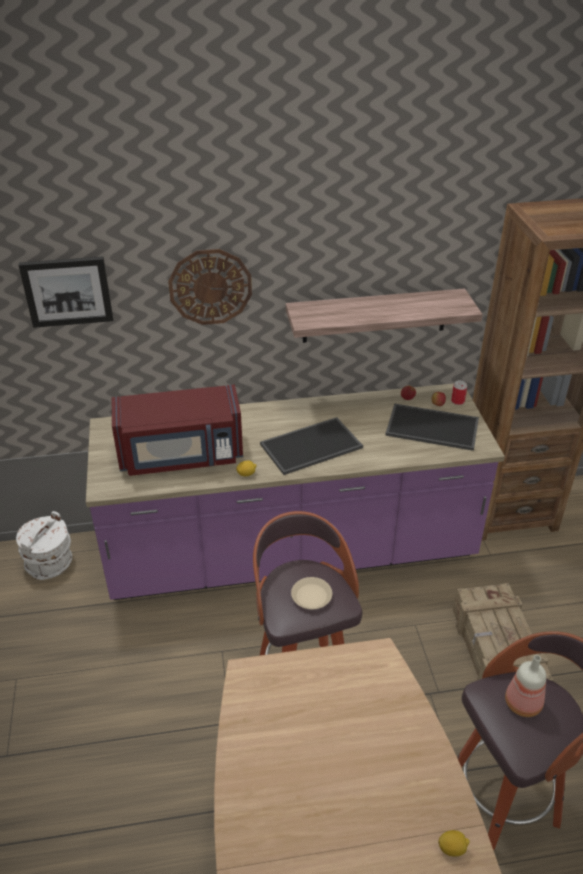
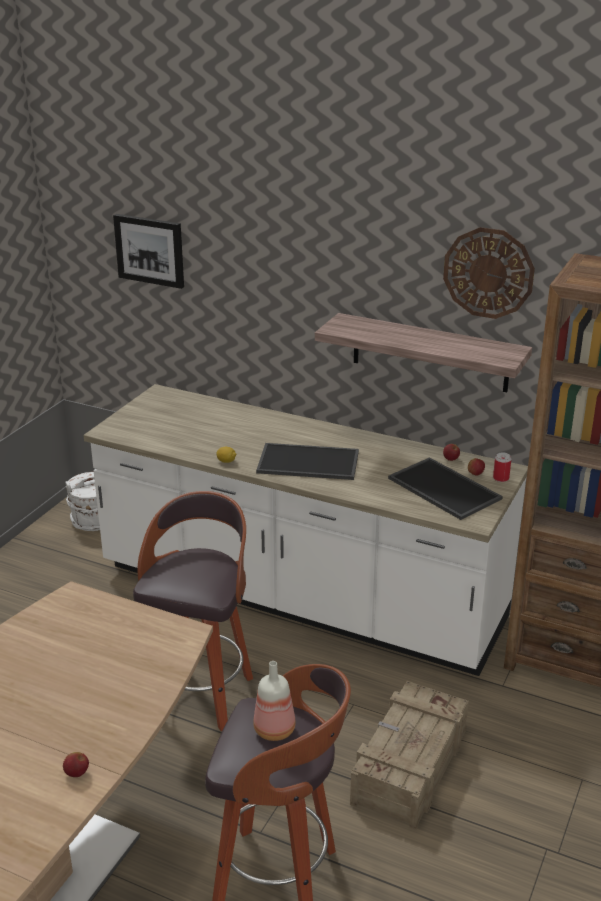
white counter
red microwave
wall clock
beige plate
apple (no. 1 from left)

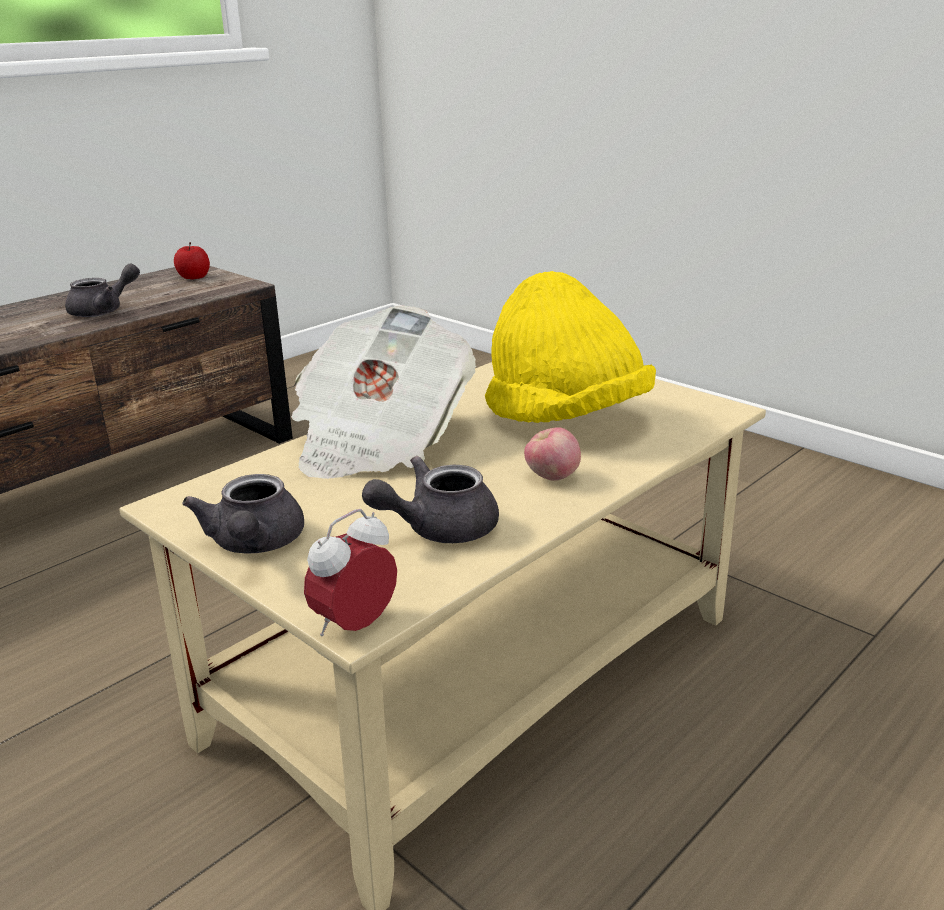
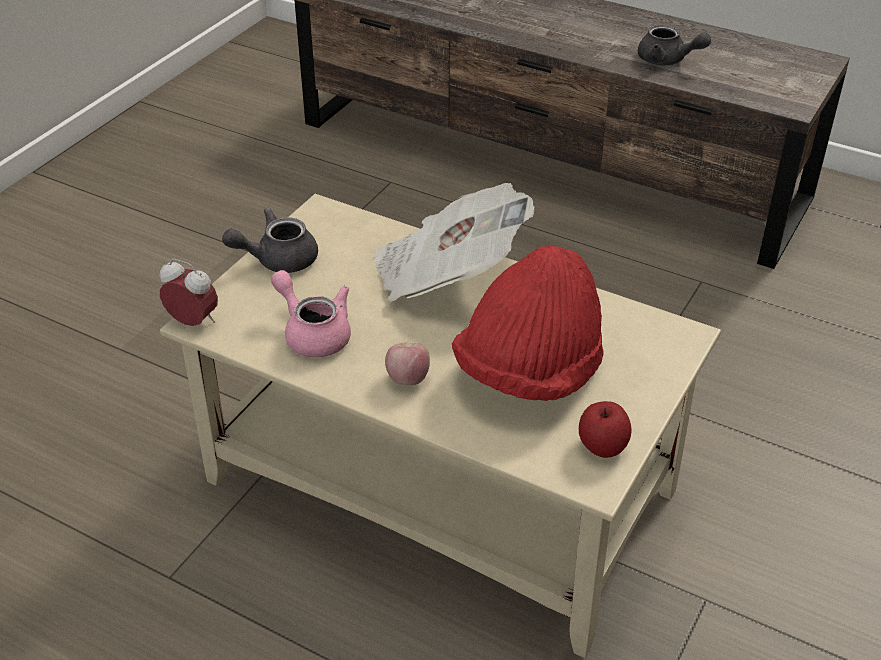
apple (no. 2 from left)
pink teapot
red hat

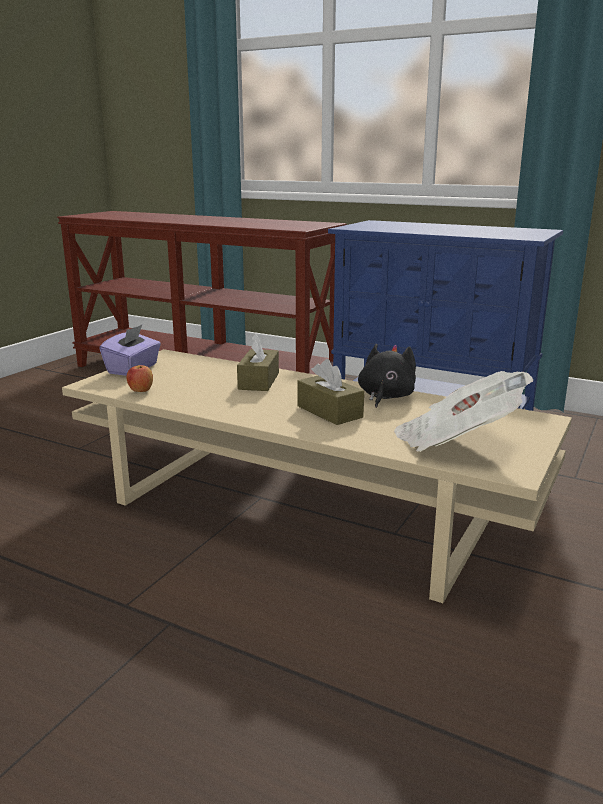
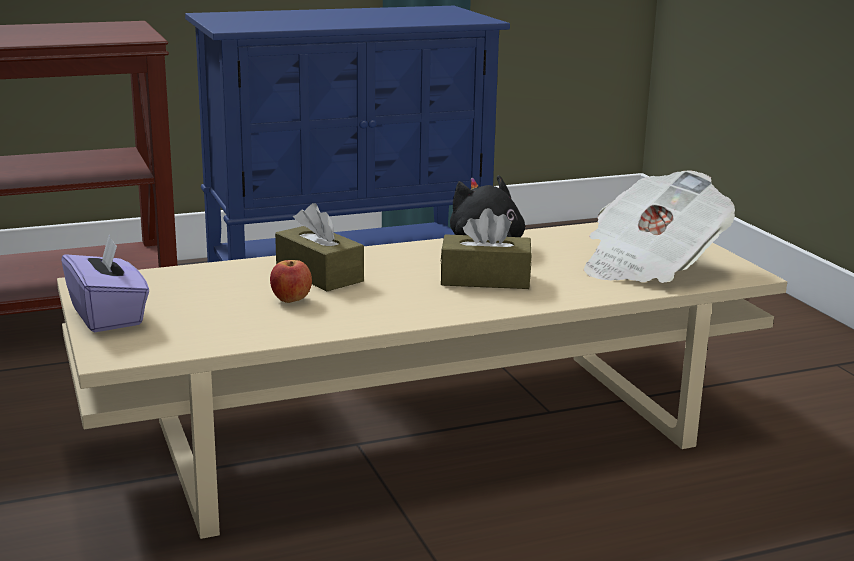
apple

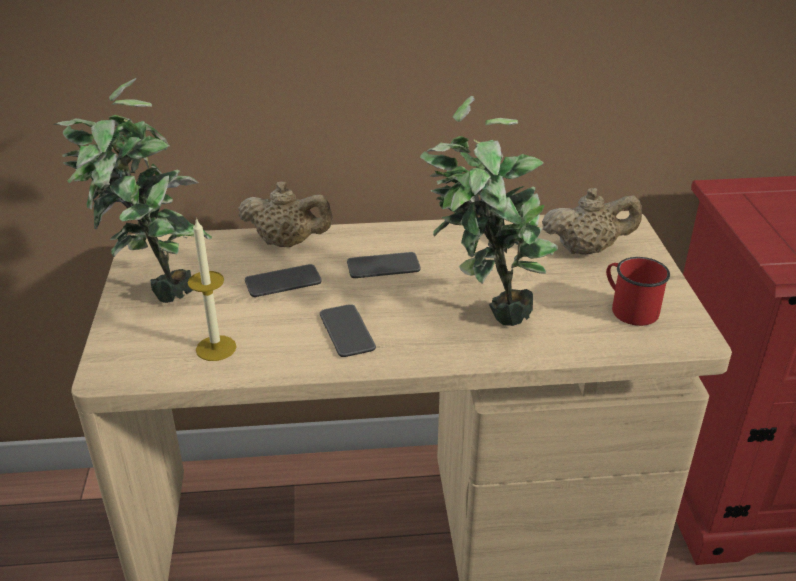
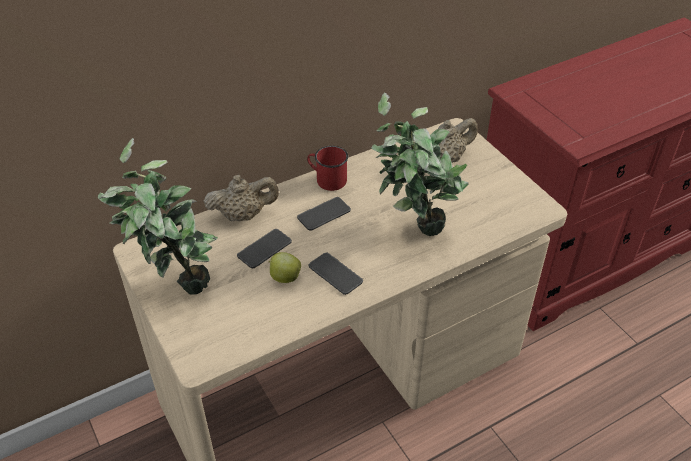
candle
red mug
apple

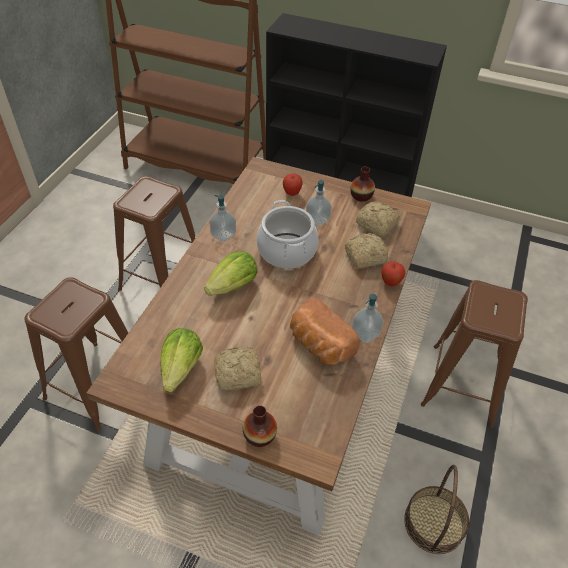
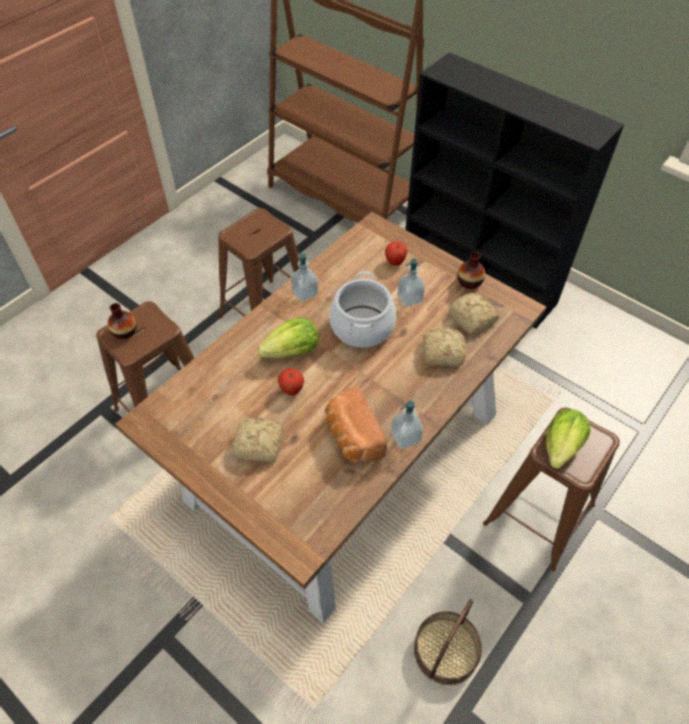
lettuce (no. 2 from left)
vase (no. 1 from left)
apple (no. 1 from left)

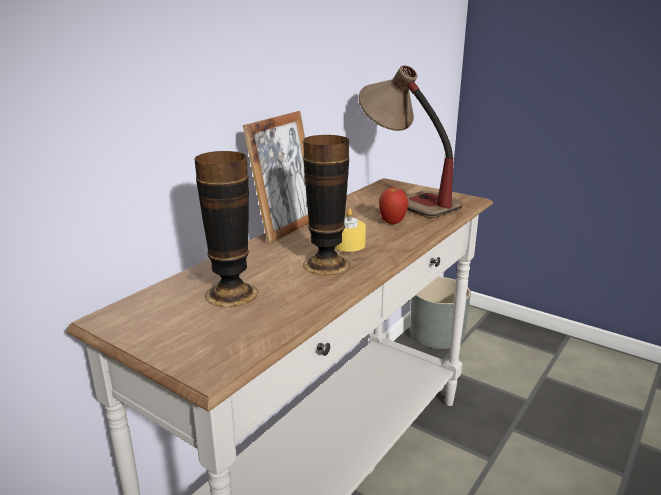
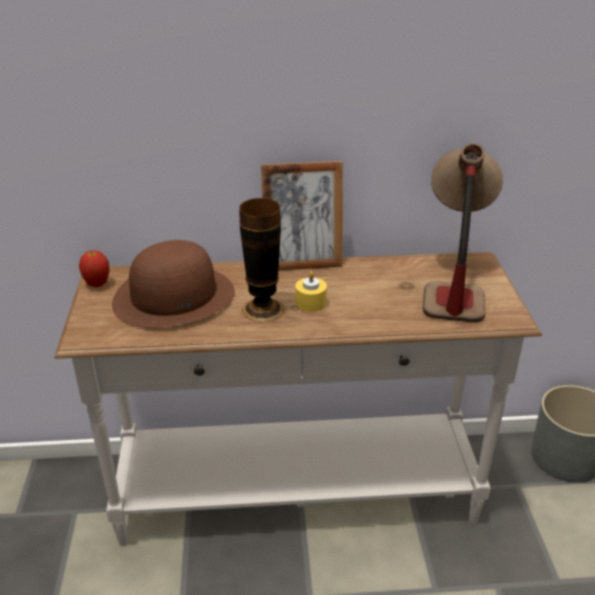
brown hat
apple

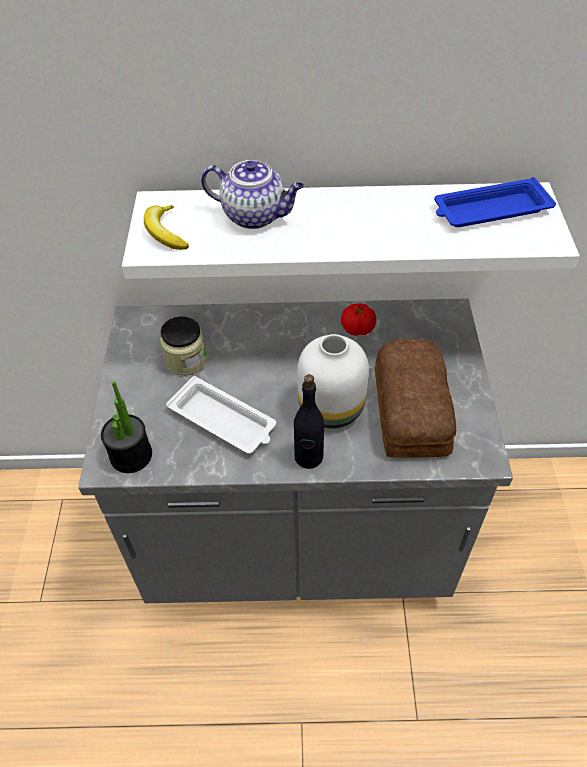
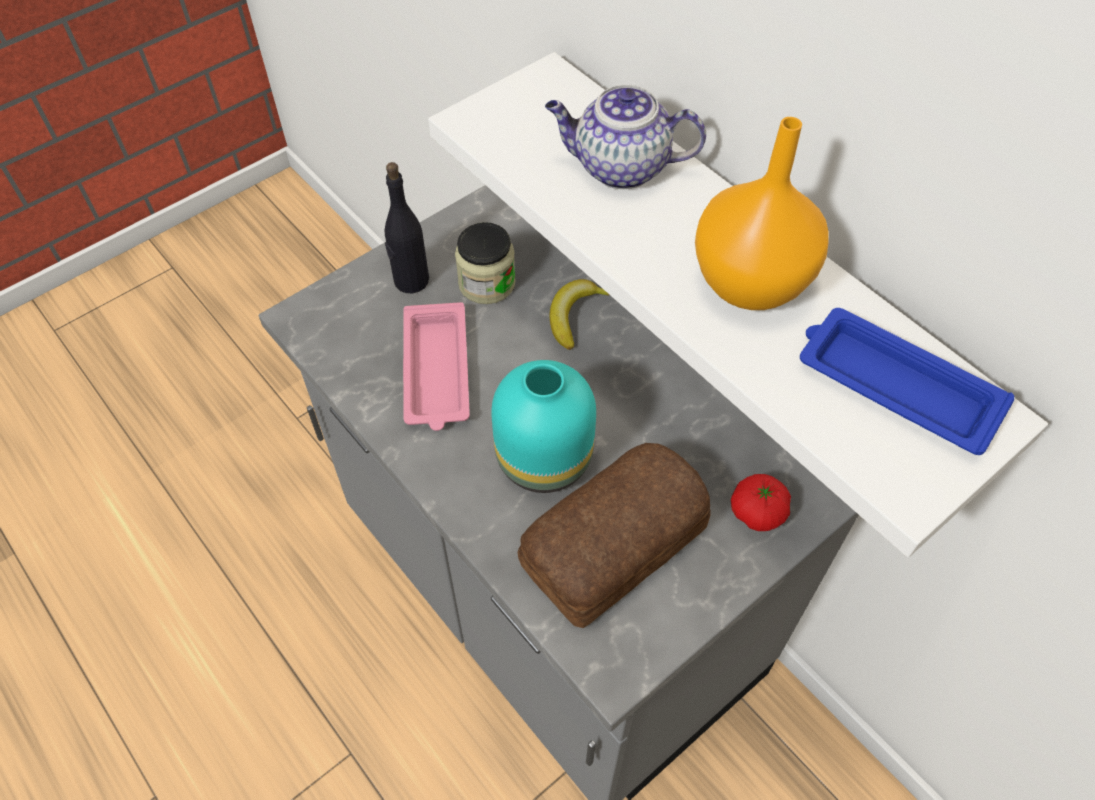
potted plant
banana
pink tray
teapot
black bottle
turquoise vase
tomato
orange vase

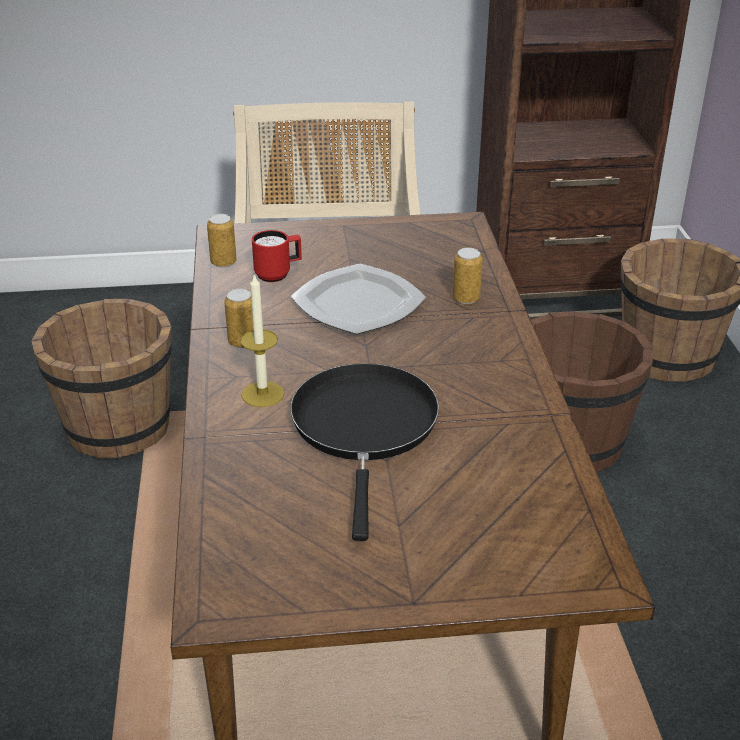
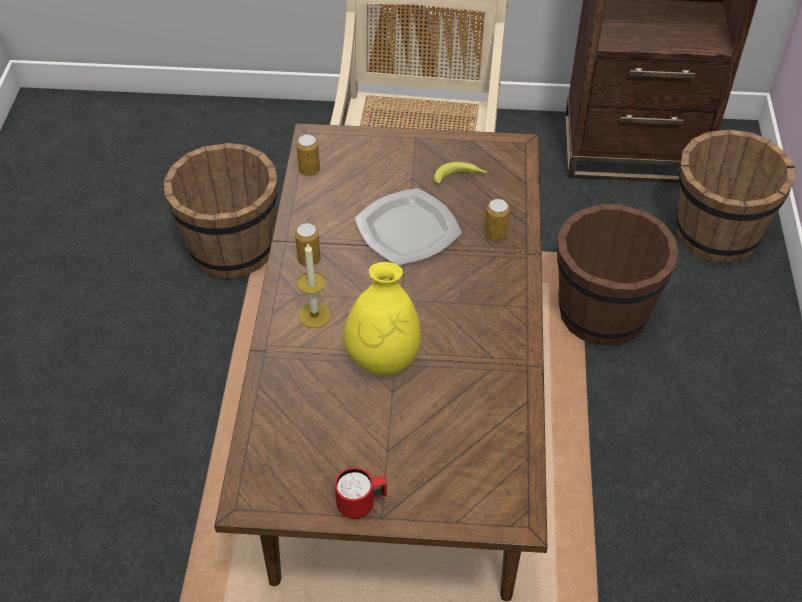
red mug
yellow vase
banana

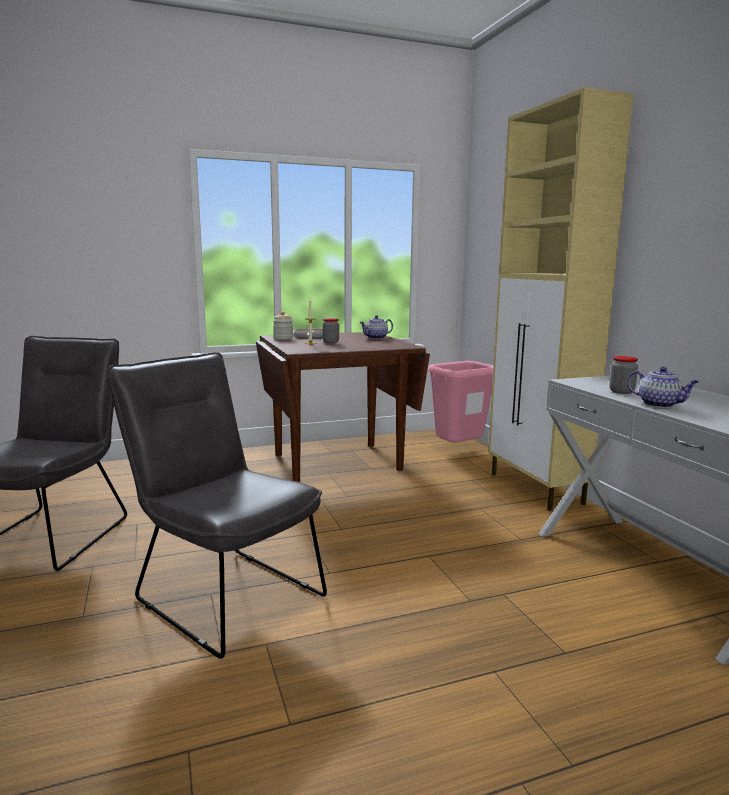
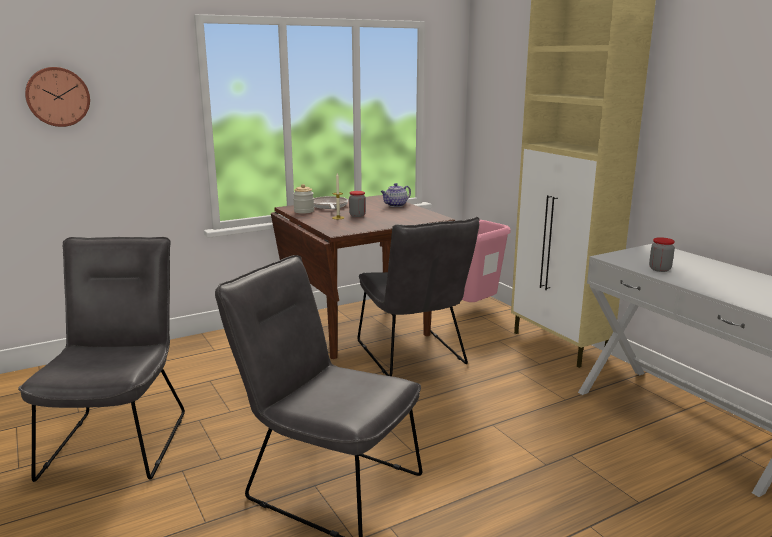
teapot (no. 2 from left in the first image)
wall clock
grey chair (no. 3 from left)

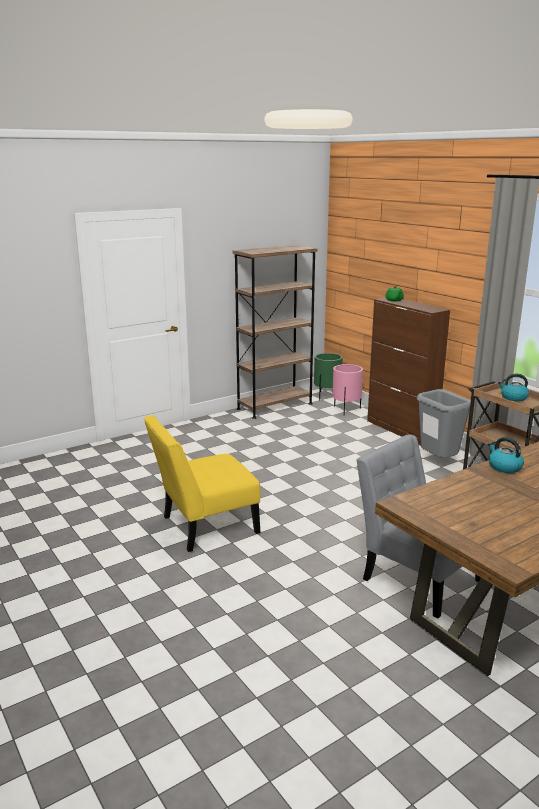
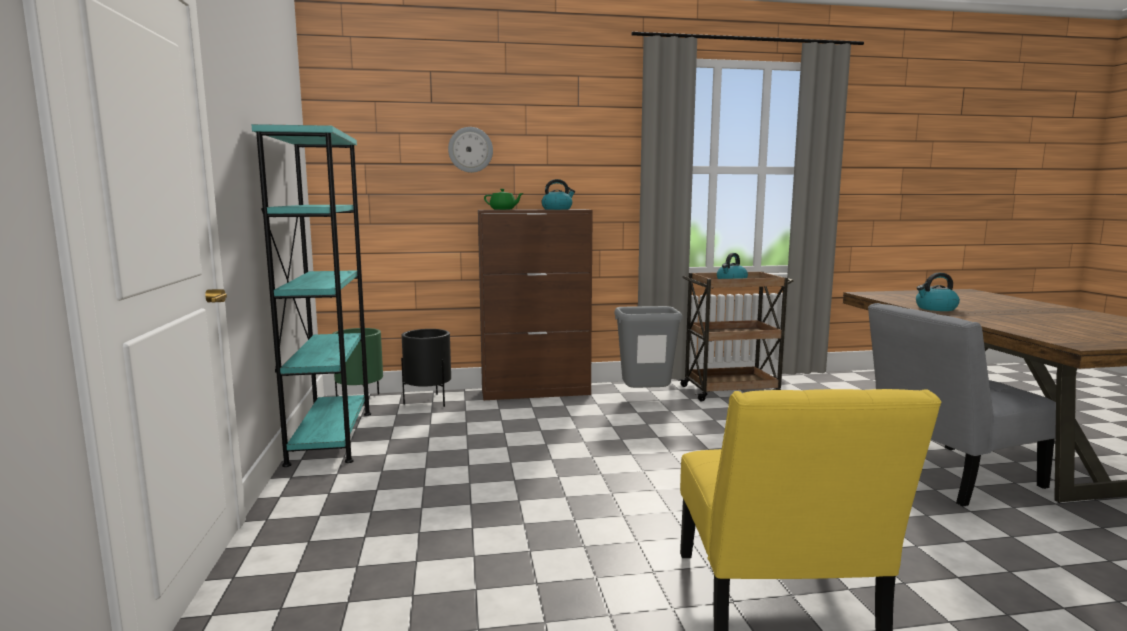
turquoise bookcase
black planter
wall clock
kettle (no. 1 from left)

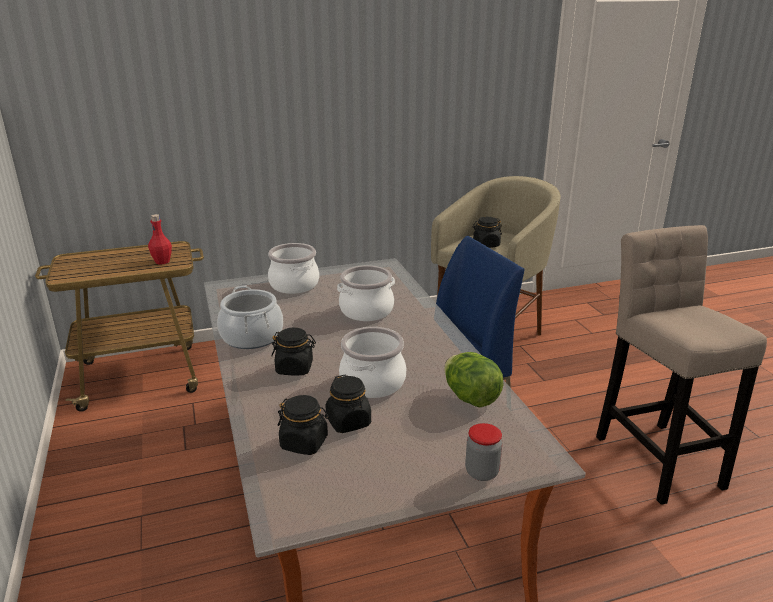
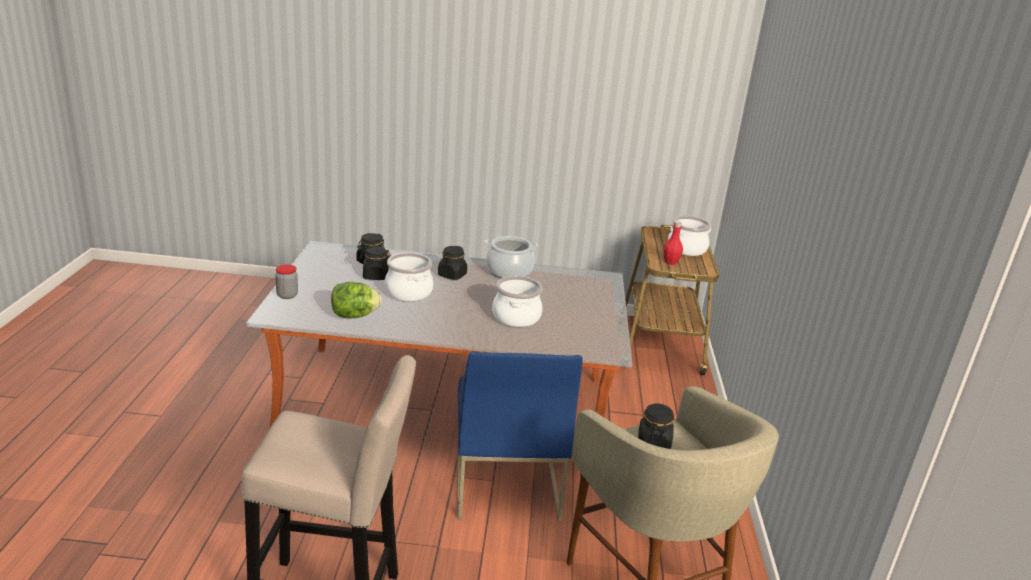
cooking pot (no. 4 from left)

